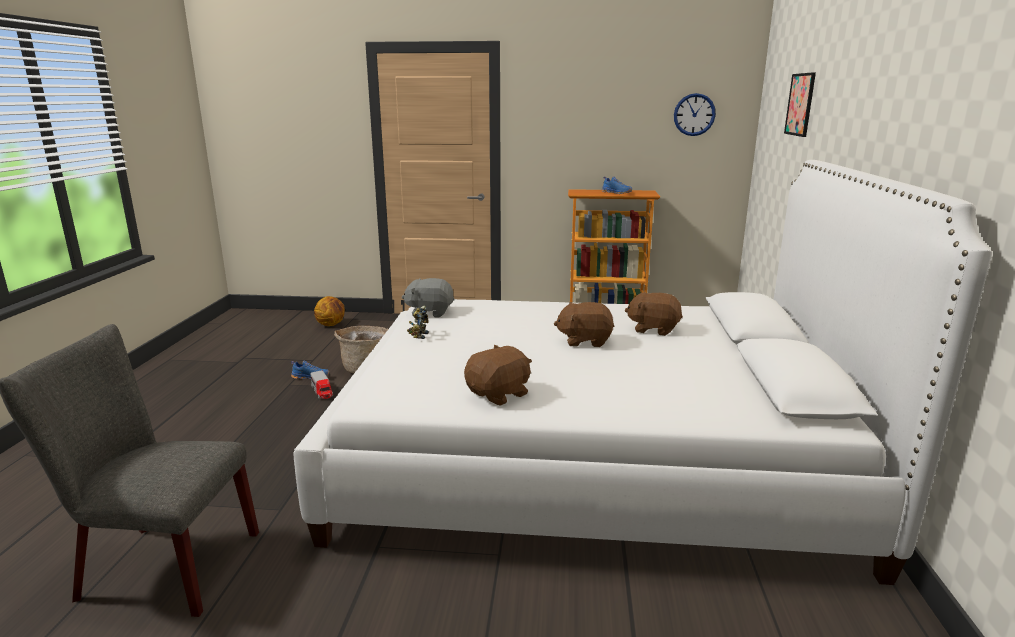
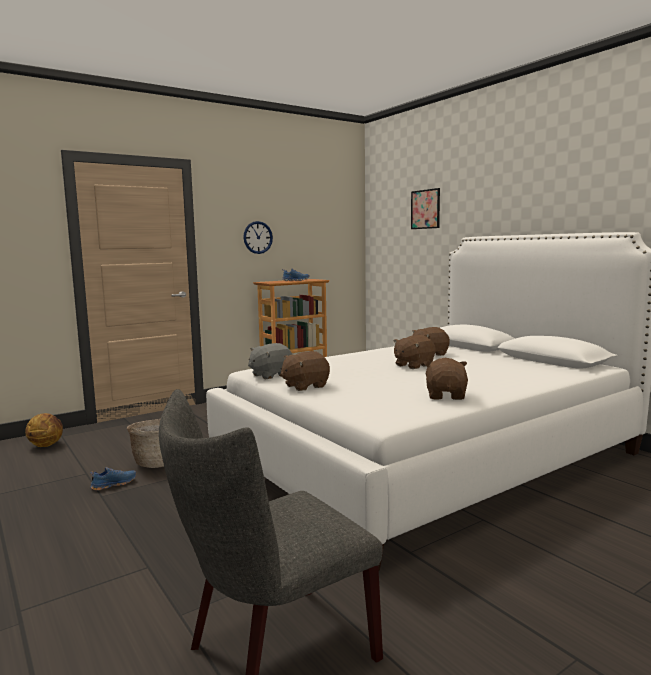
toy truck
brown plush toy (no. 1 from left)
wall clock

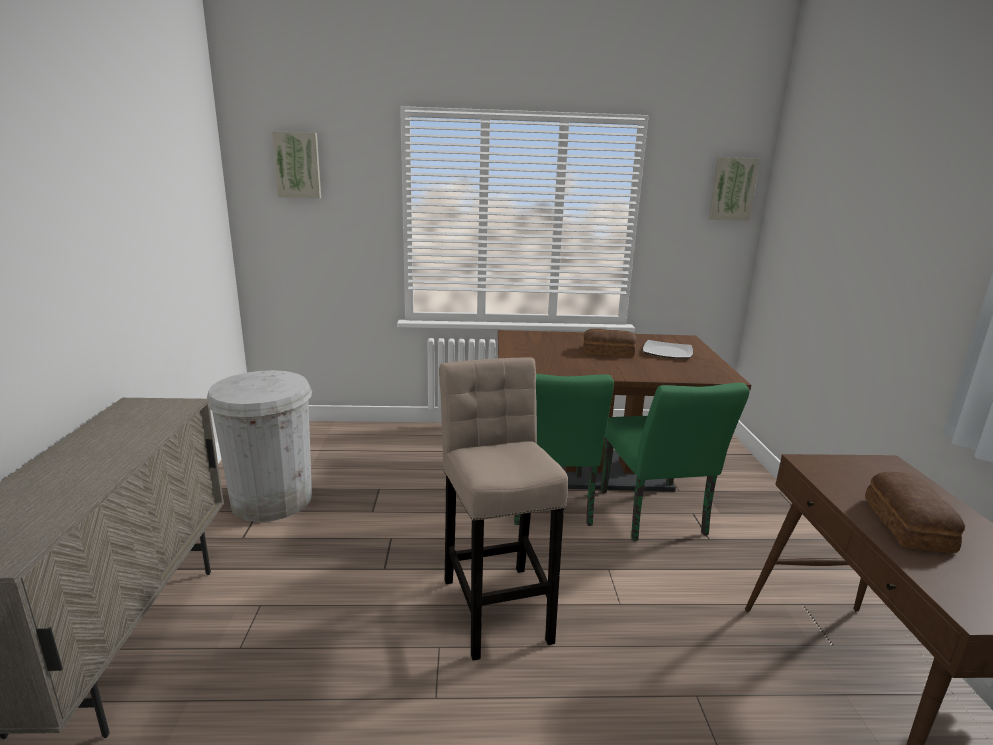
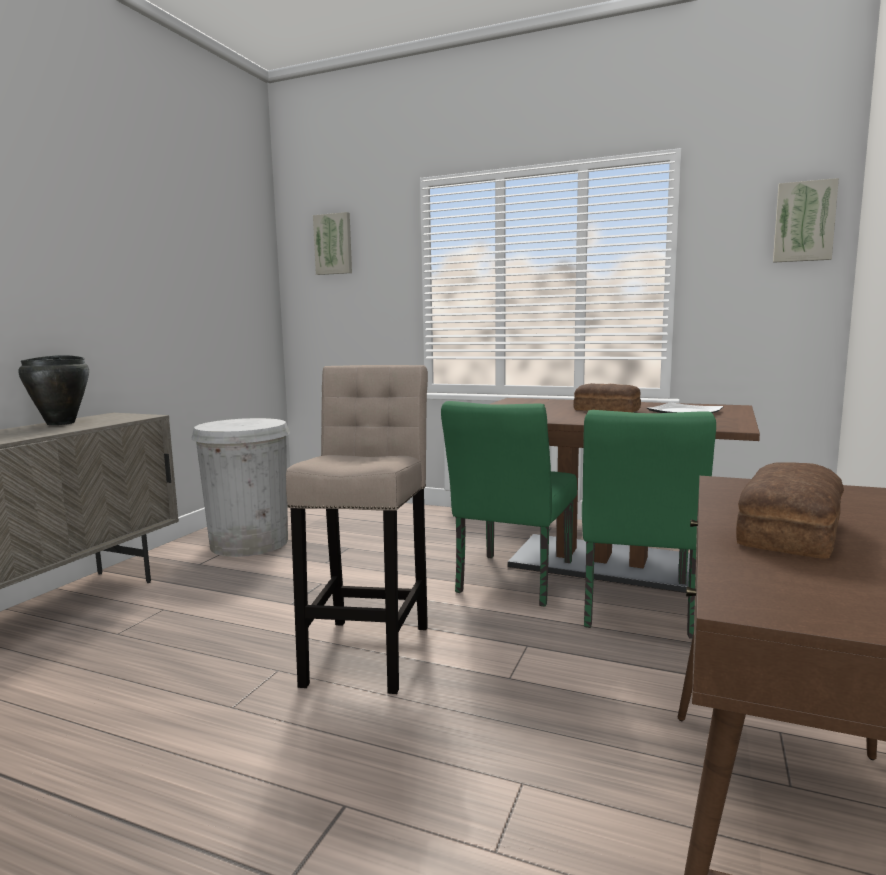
black cooking pot

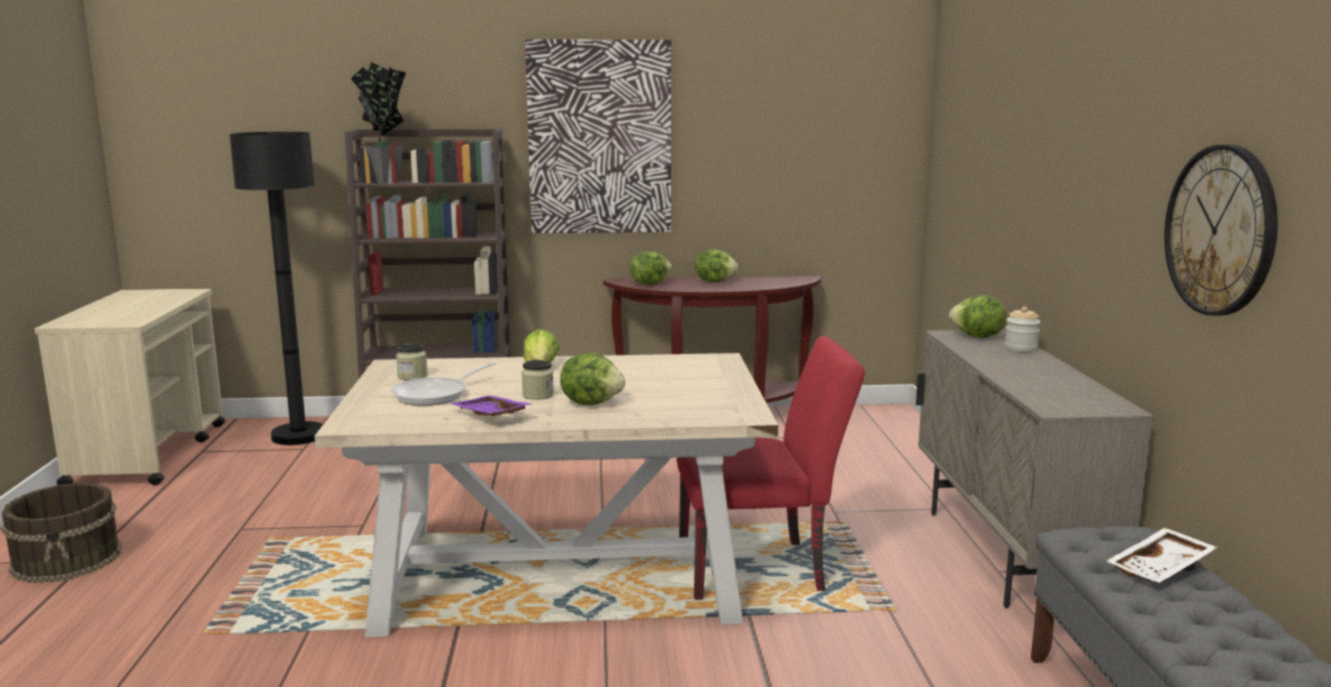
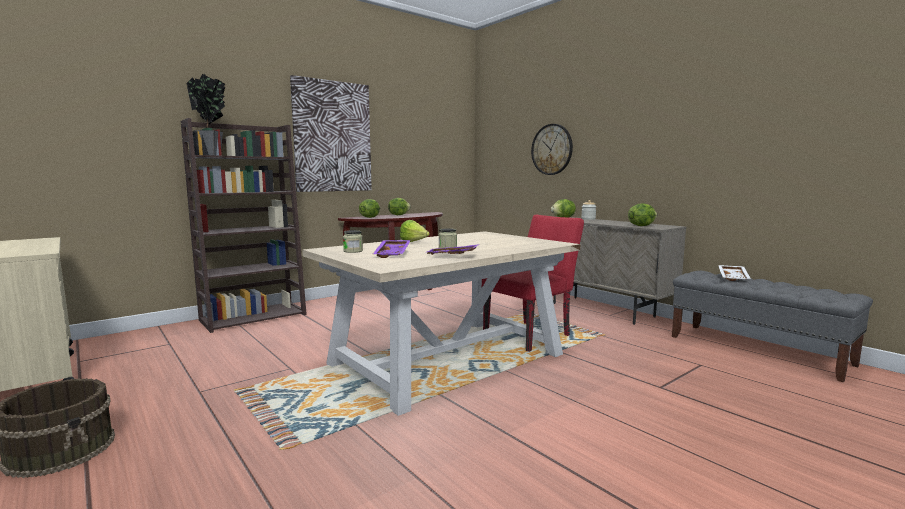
black floor lamp
purple tray (no. 1 from left)
lettuce (no. 5 from left)
wall clock

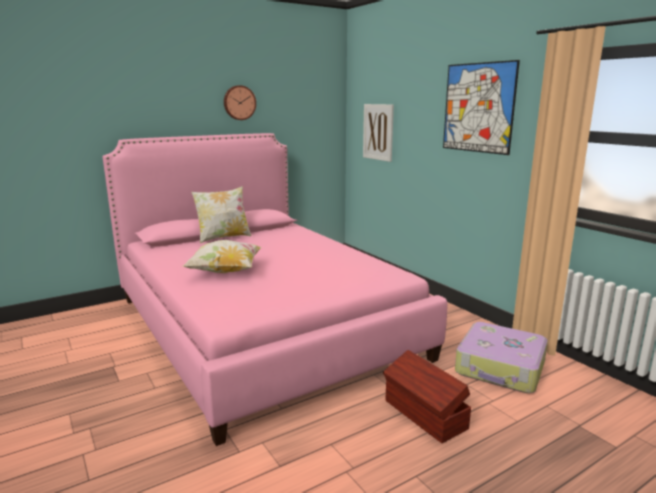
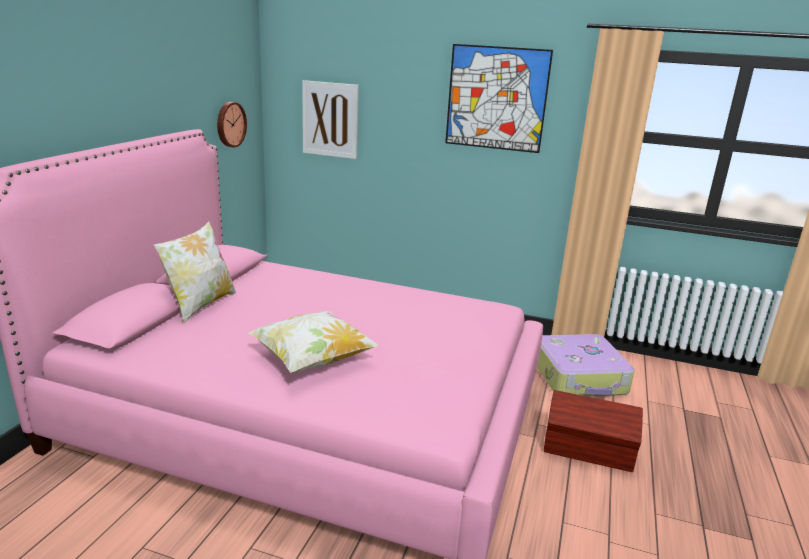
wall clock

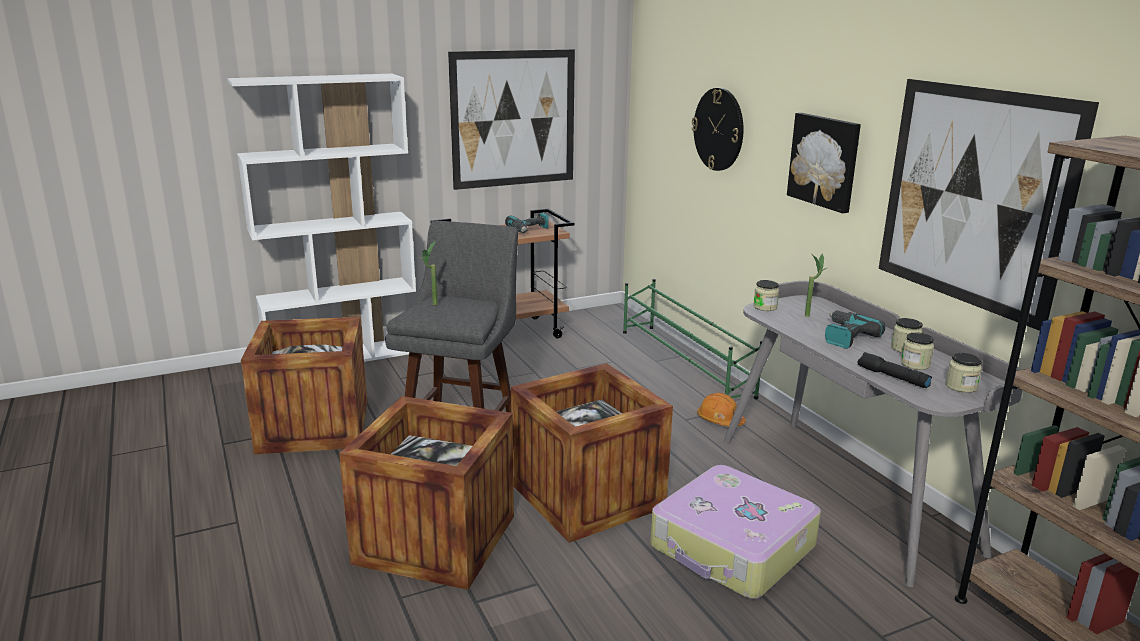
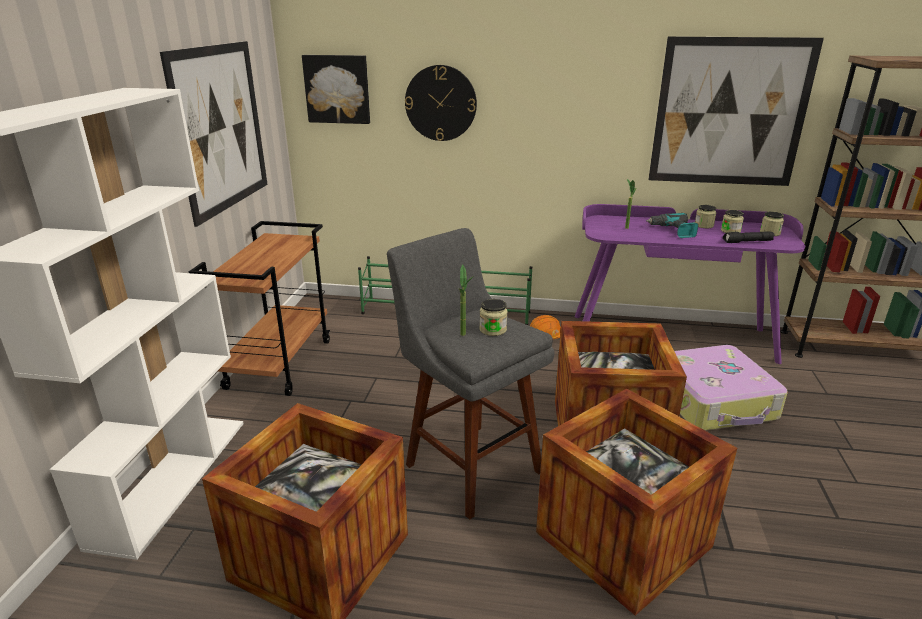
power drill (no. 1 from left in the first image)
purple desk
jar (no. 1 from left)
picture (no. 2 from left)

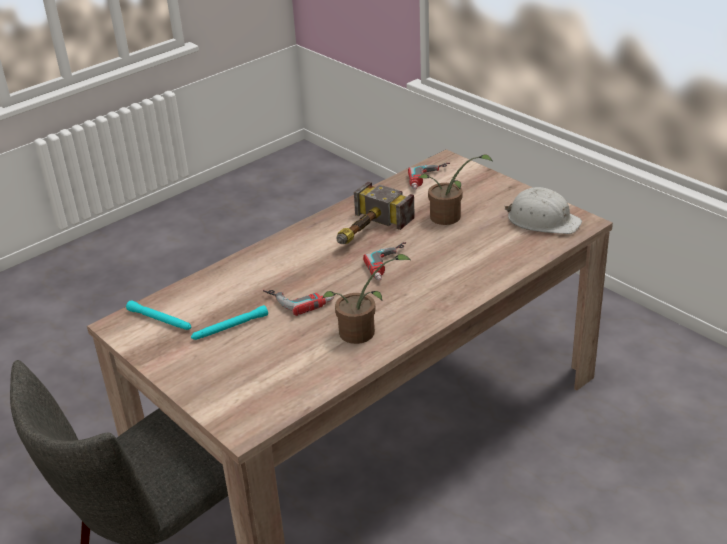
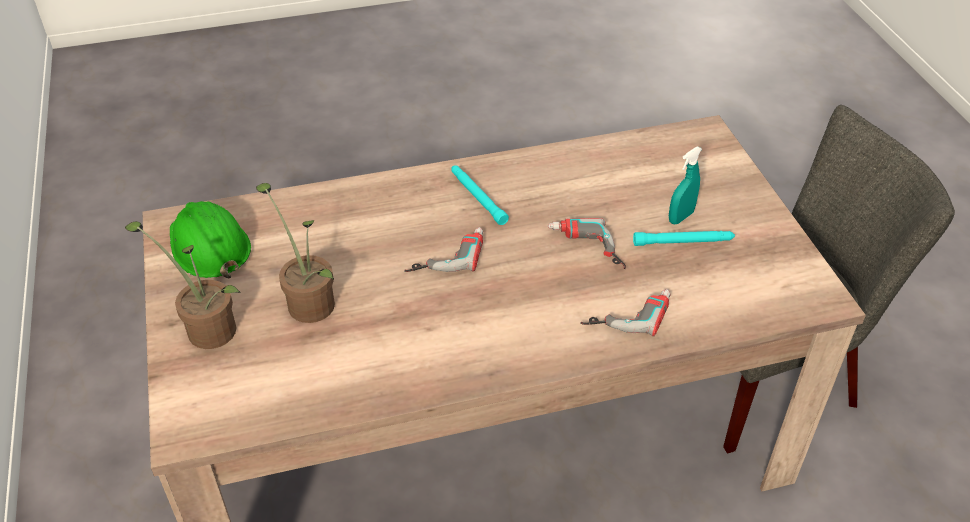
turquoise flashlight (no. 1 from left)
potted plant (no. 1 from left)
hammer
power drill (no. 3 from left)
green hard hat
turquoise spray bottle

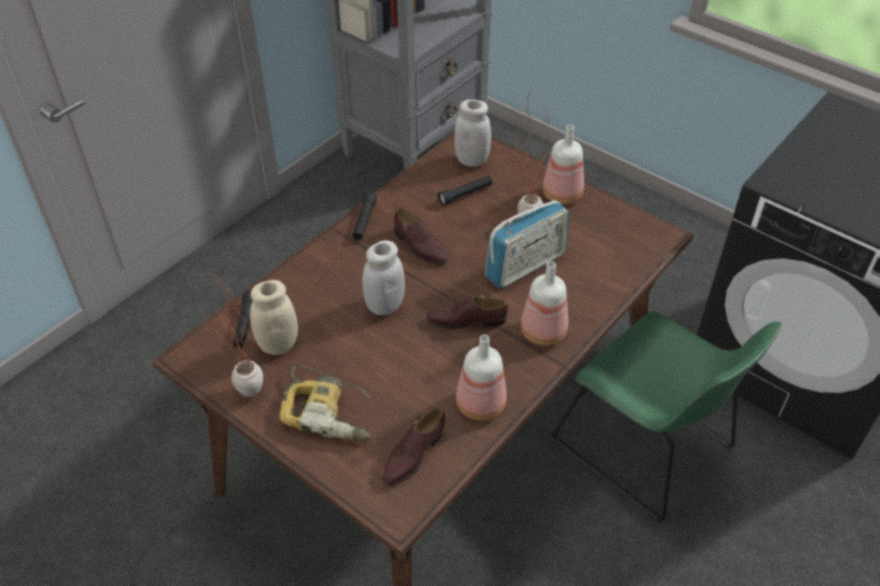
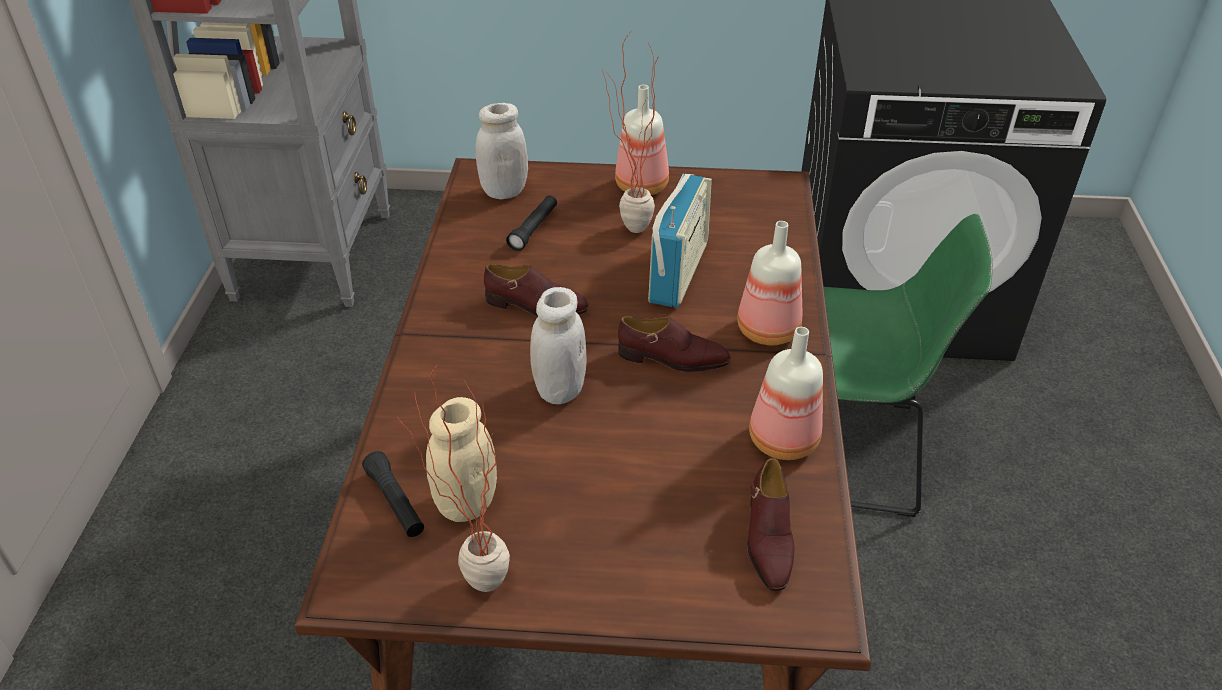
power drill
black flashlight (no. 2 from left in the first image)
brown shoe (no. 2 from left)

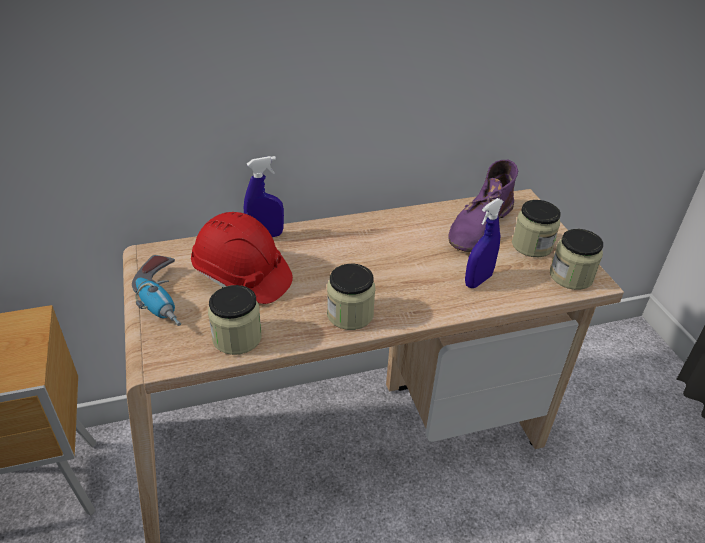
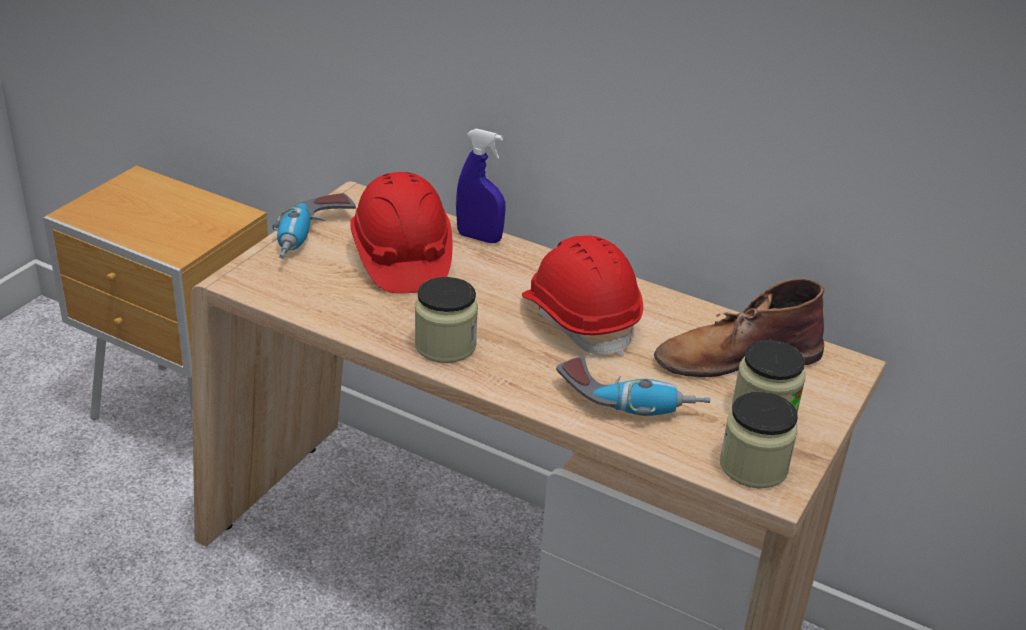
jar (no. 1 from left in the first image)
brown boot
power drill (no. 2 from left)
red hard hat (no. 2 from left)

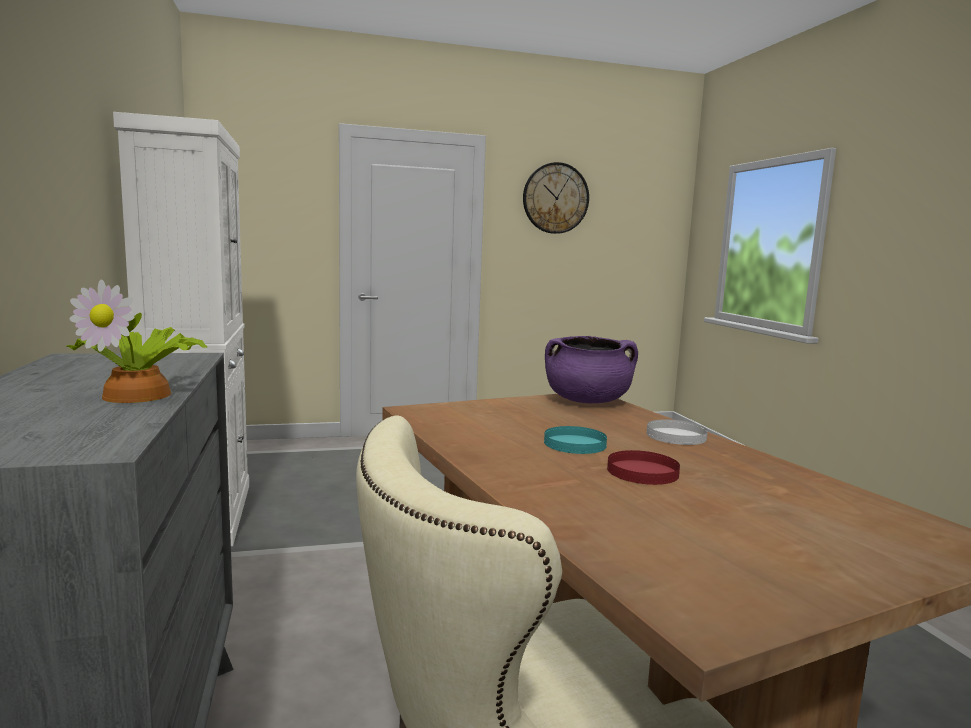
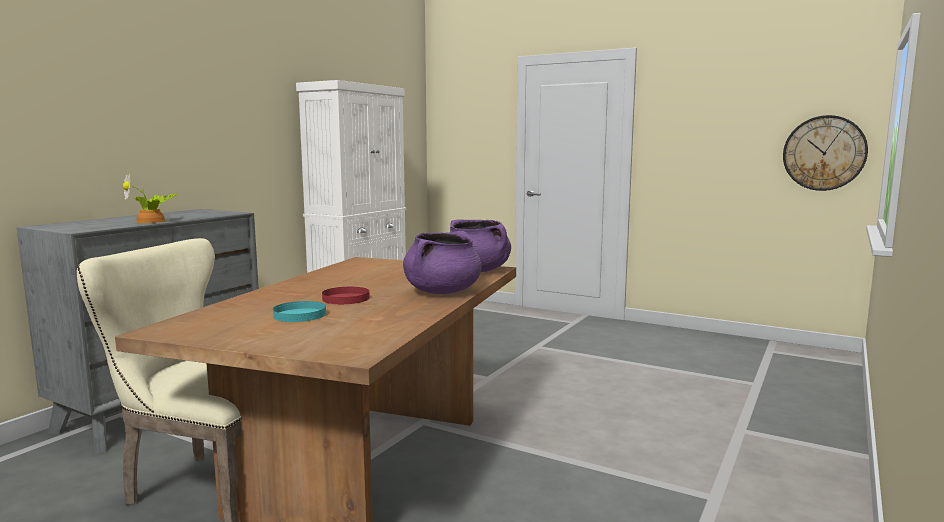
wall clock
turquoise plate
purple cooking pot (no. 1 from left)

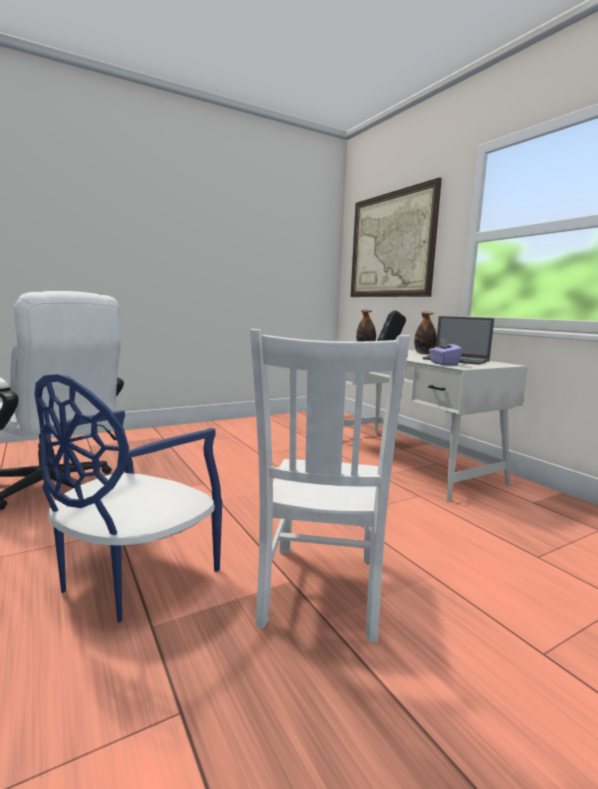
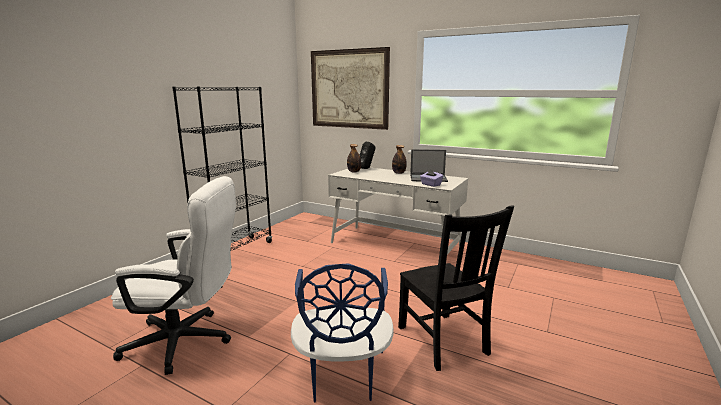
black chair
black bookcase

